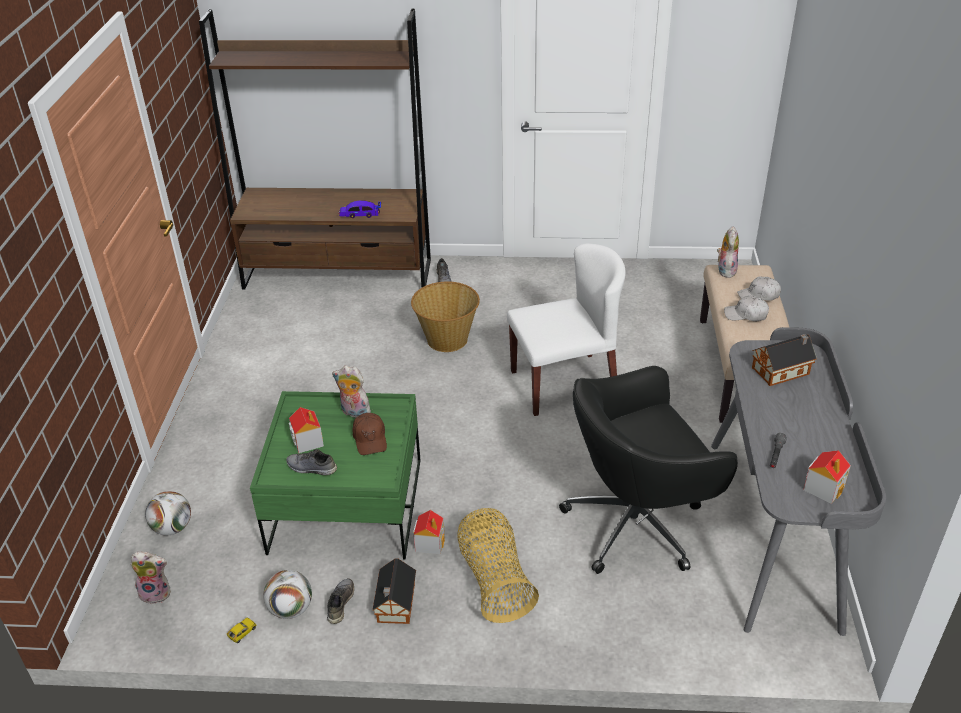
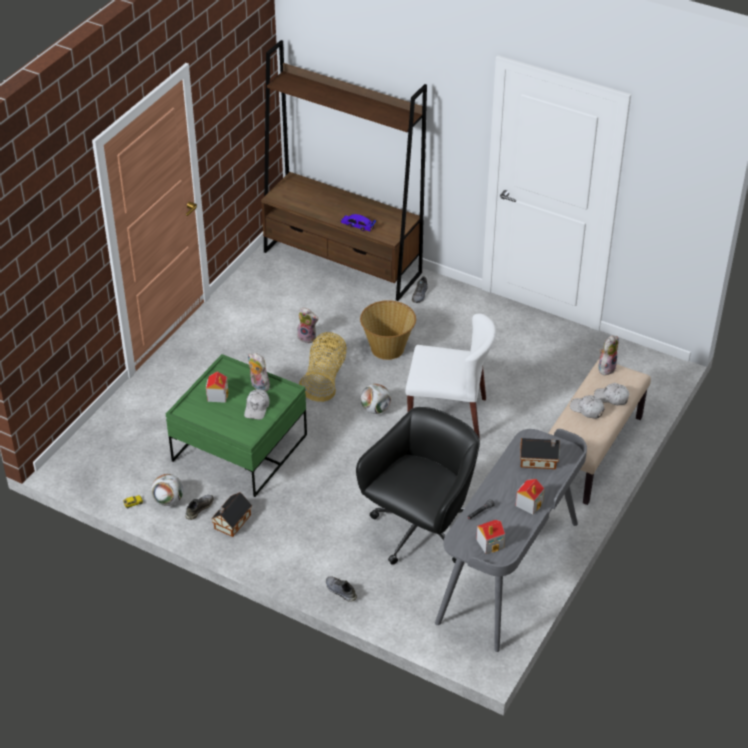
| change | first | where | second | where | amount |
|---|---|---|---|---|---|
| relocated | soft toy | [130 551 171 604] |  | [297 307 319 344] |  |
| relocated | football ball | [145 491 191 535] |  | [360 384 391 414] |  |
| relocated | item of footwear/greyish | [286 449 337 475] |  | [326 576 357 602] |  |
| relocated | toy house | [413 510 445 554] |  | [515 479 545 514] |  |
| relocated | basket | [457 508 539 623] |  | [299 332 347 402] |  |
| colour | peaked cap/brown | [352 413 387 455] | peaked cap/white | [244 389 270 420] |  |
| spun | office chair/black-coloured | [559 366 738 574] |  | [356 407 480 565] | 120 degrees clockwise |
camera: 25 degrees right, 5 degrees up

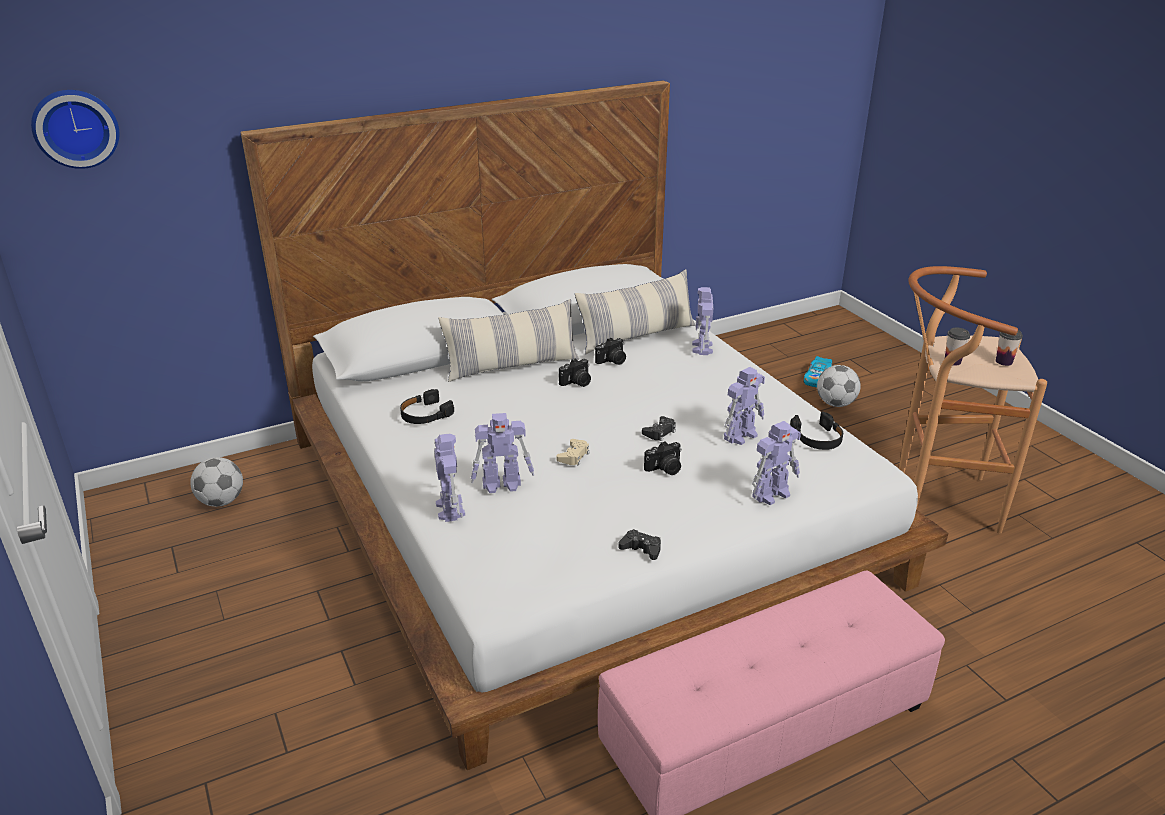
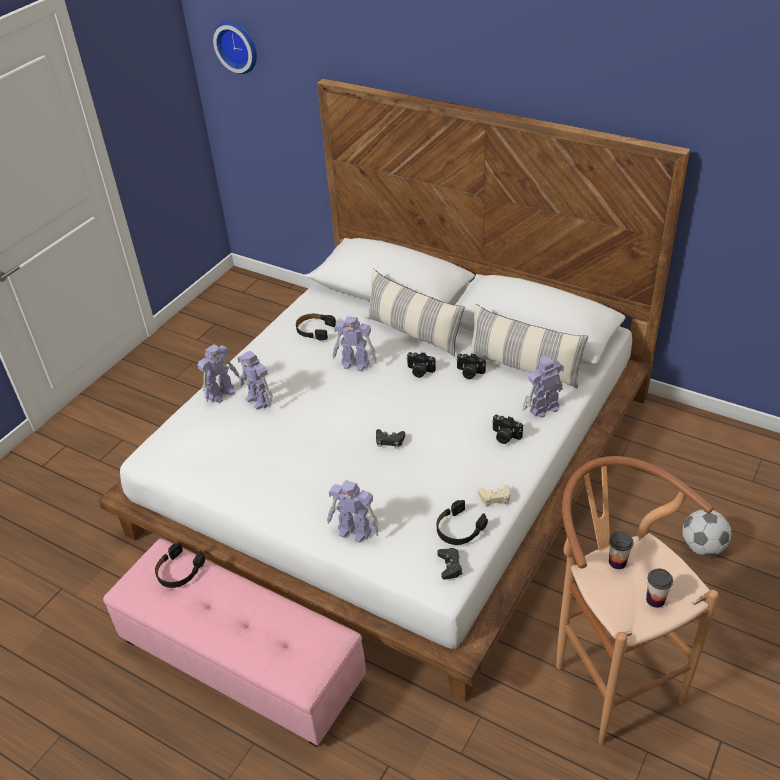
| change | first | where | second | where | amount |
|---|---|---|---|---|---|
| missing | football ball | [190 457 243 507] |  |  |  |
| missing | toy car | [803 356 832 387] |  |  |  |
| appeared |  |  | pair of headphones/black-coloured | [155 542 205 588] |  |
| relocated | gamepad/sand-coloured | [556 439 590 466] |  | [478 484 510 507] |  |
| relocated | gamepad/black-coloured | [619 529 661 560] |  | [438 548 463 580] |  |
| relocated | photo camera | [644 441 681 475] |  | [492 415 523 444] |  |
| relocated | robot figure | [724 367 765 445] |  | [332 316 377 371] |  |
camera: 60 degrees right, 10 degrees up

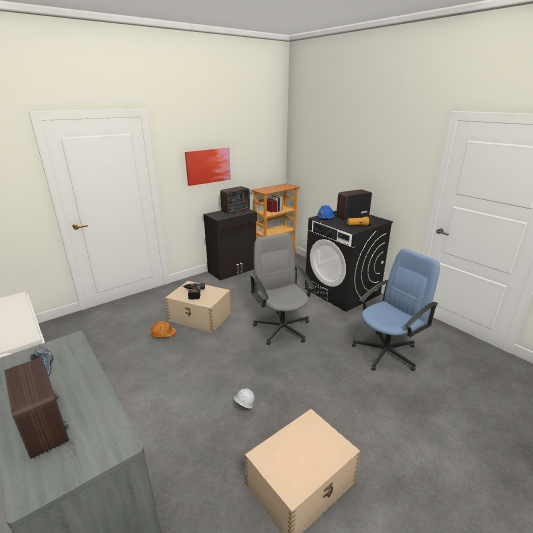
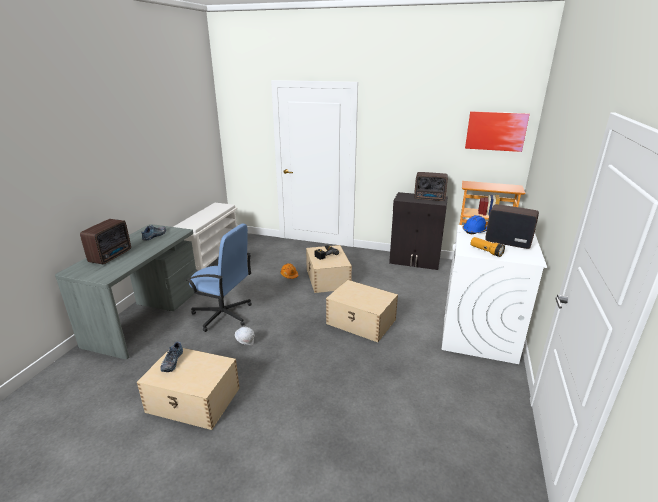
| change | first | where | second | where | amount |
|---|---|---|---|---|---|
| appeared |  |  | item of footwear | [160 342 183 372] |  |
| relocated | wall art | [185 148 231 186] |  | [465 111 530 152] |  |
| relocated | office chair/bluish | [352 249 440 371] |  | [186 224 252 332] |  |
| exchanged | office chair/greyish | [250 233 315 345] | storage bin/sand-coloured | [326 280 398 342] |  |
| colour | laundry machine/black-coloured | [305 211 393 312] | laundry machine/white | [442 225 547 364] |  |
camera: 55 degrees right, 0 degrees up

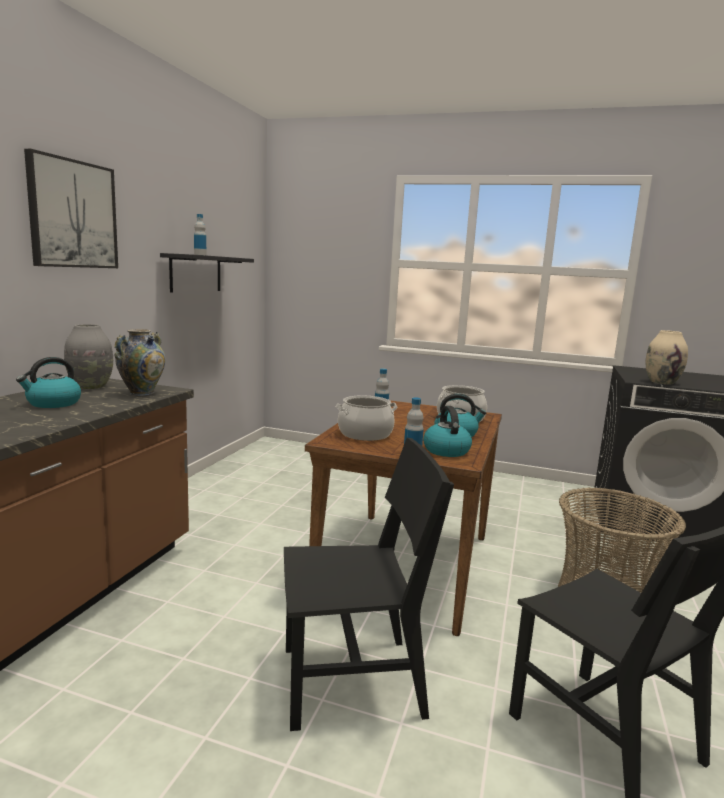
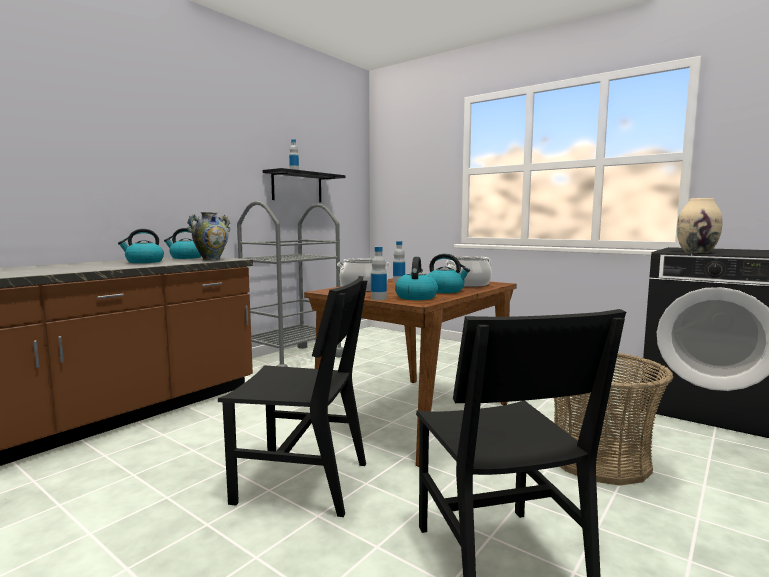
| change | first | where | second | where | amount |
|---|---|---|---|---|---|
| missing | wall art | [24 149 118 268] |  |  |  |
| appeared |  |  | wheeled cart/greyish | [237 201 344 367] |  |
| exchanged | decorative vase/greyish | [64 324 113 389] | water kettle | [164 228 201 259] |  |
camera: 20 degrees right, 5 degrees down

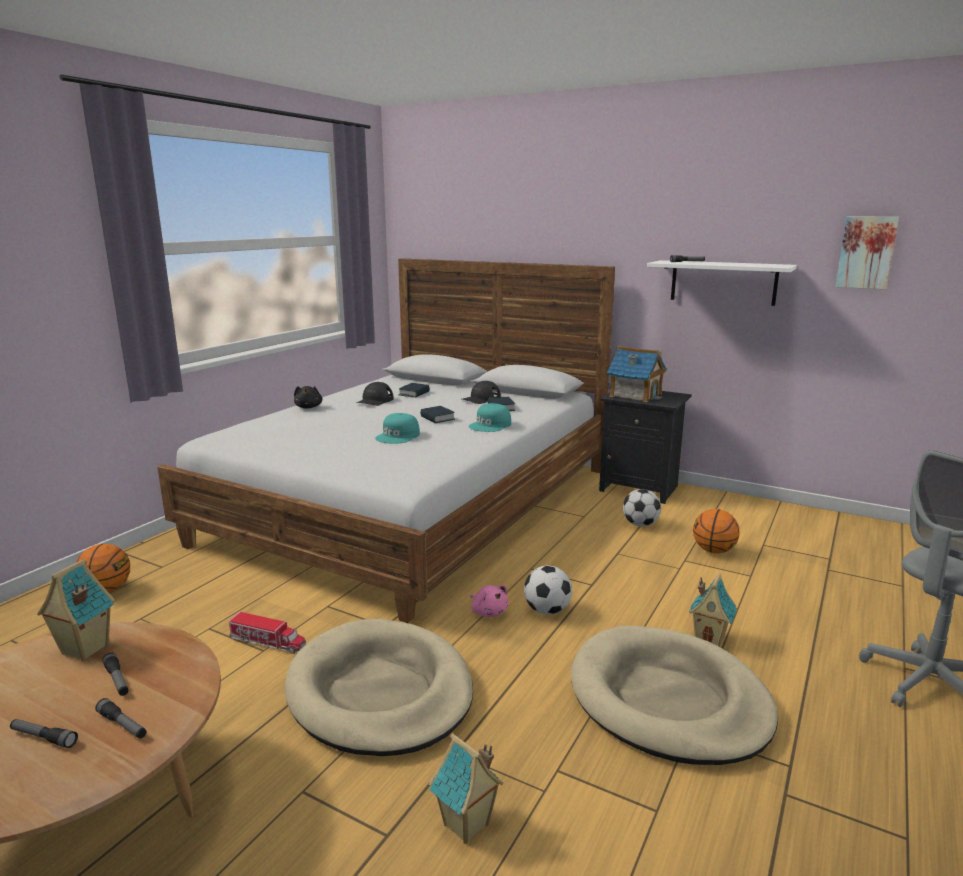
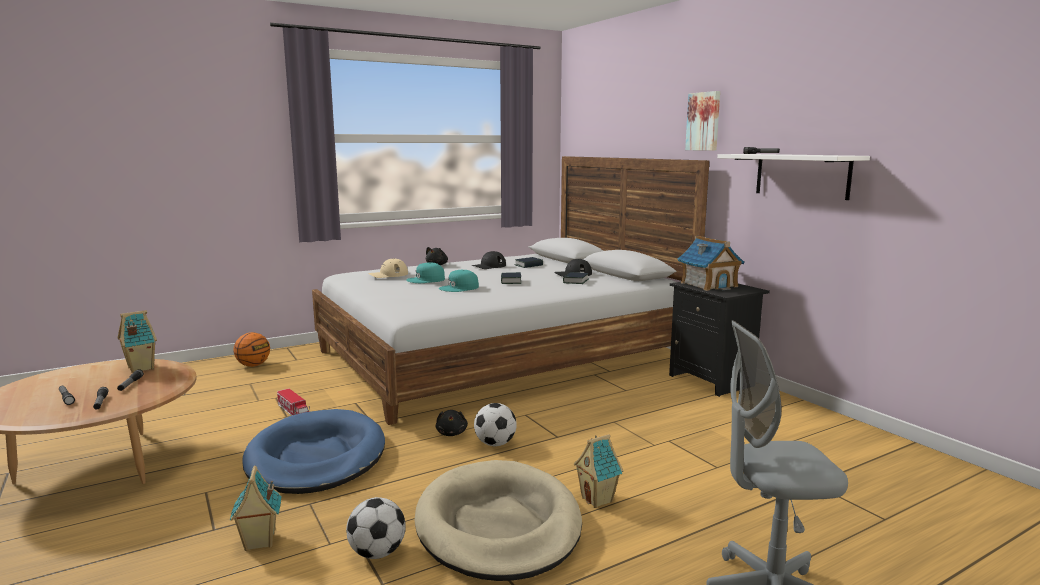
| change | first | where | second | where | amount |
|---|---|---|---|---|---|
| missing | basketball | [693 509 739 553] |  |  |  |
| appeared |  |  | peaked cap/sand-coloured | [368 258 408 278] |  |
| relocated | peaked cap/turquoise-coloured | [469 403 511 432] |  | [406 262 445 283] |  |
| relocated | football ball | [623 489 661 527] |  | [346 497 406 559] |  |
| relocated | wall art | [836 217 899 289] |  | [685 91 720 151] |  |
| colour | dog bed/sand-coloured | [285 619 473 756] | dog bed/bluish | [242 409 385 494] |  |
| colour | soft toy/pink-coloured | [470 585 509 617] | soft toy/black-coloured | [436 410 468 436] |  |
camera: 30 degrees right, 5 degrees down

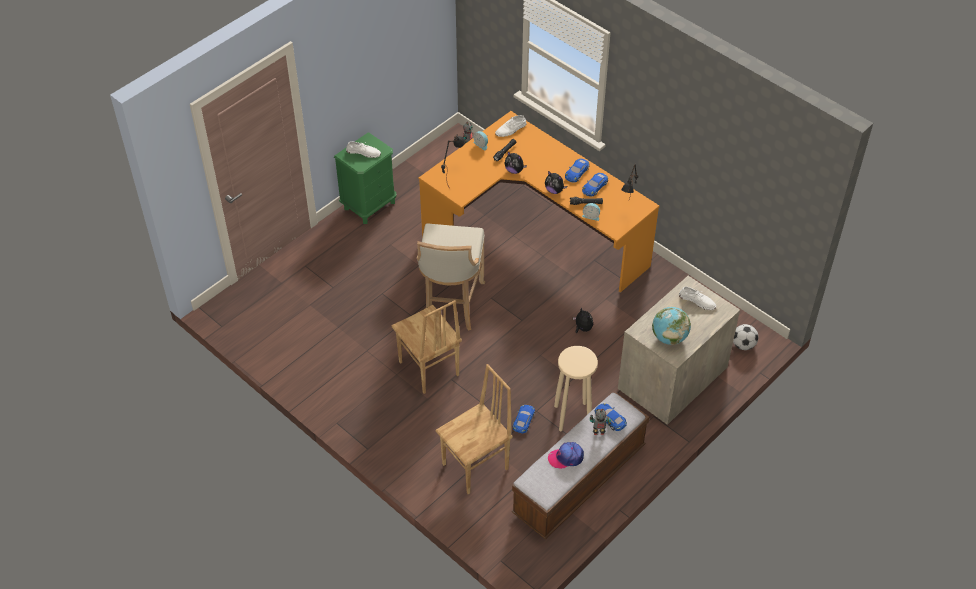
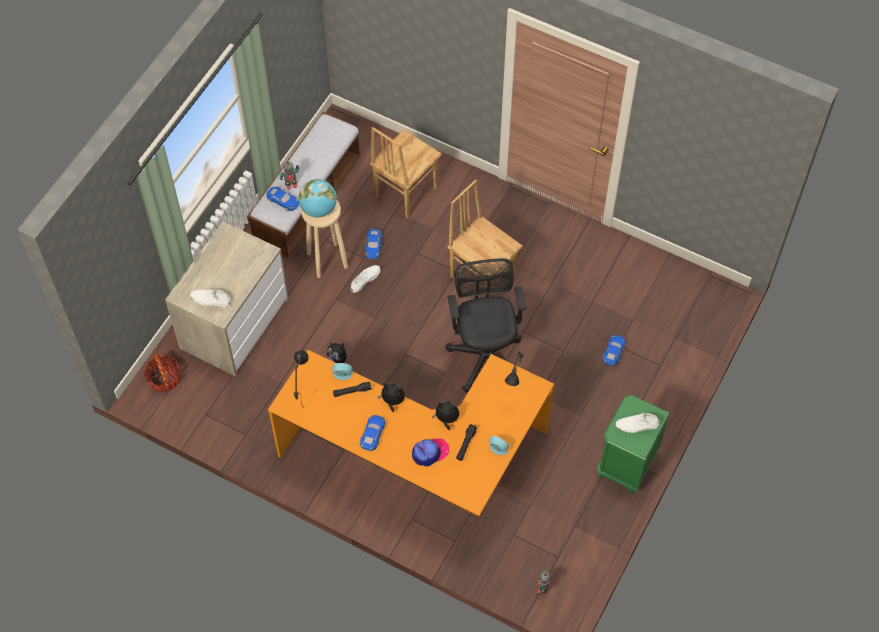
| change | first | where | second | where | amount |
|---|---|---|---|---|---|
| relocated | item of footwear/white | [495 115 527 137] |  | [351 265 381 293] |  |
| relocated | peaked cap | [548 442 584 469] |  | [412 438 449 466] |  |
| relocated | toy car/bluish | [582 173 608 197] |  | [602 335 626 366] |  |
| relocated | world globe | [652 307 691 345] |  | [298 179 337 217] |  |
| exchanged | stool seat/sand-coloured | [417 223 485 331] | office chair/black-coloured | [446 258 526 393] |  |
| exchanged | football ball | [733 324 759 350] | basket | [144 354 181 392] |  |
camera: 165 degrees right, 10 degrees up

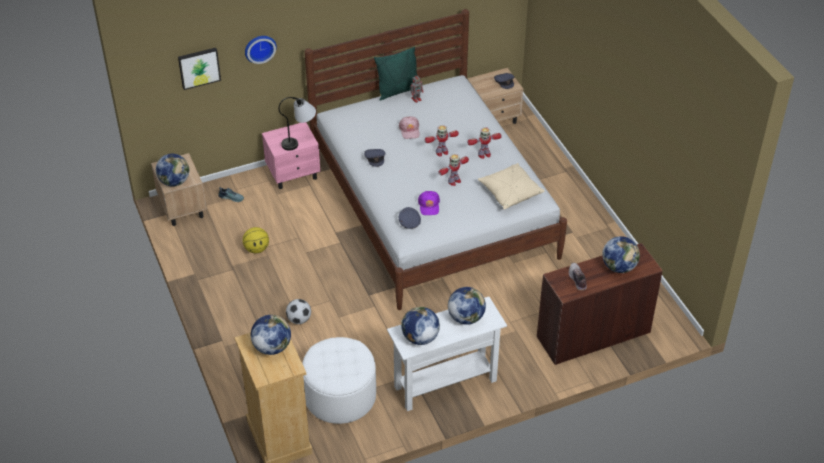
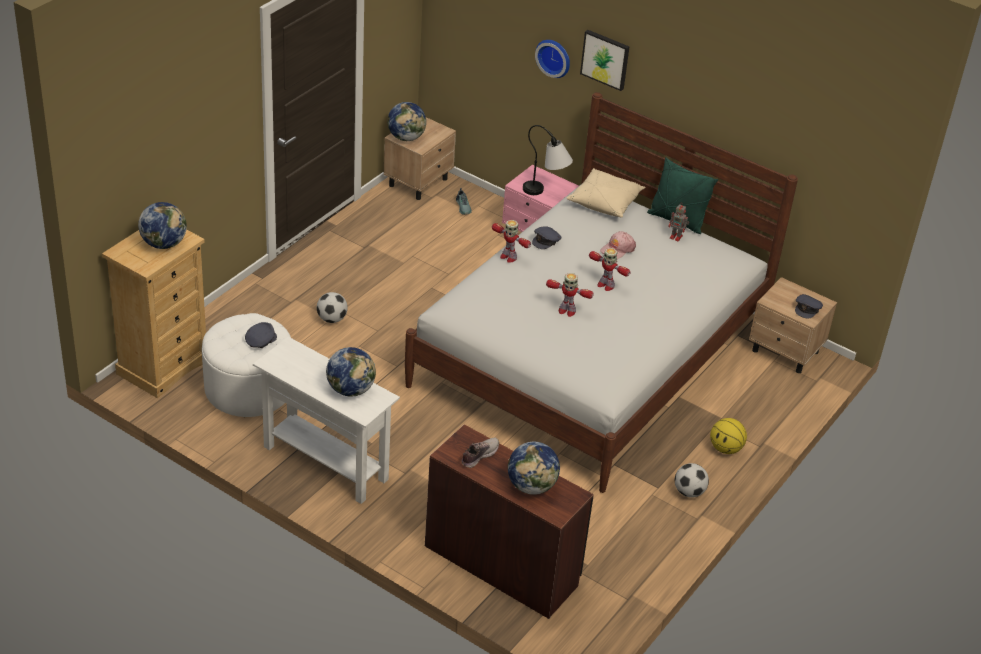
| change | first | where | second | where | amount |
|---|---|---|---|---|---|
| missing | world globe | [401 307 440 345] |  |  |  |
| missing | peaked cap/purple-coloured | [418 191 440 215] |  |  |  |
| appeared |  |  | football ball | [675 463 709 498] |  |
| relocated | wall art | [178 48 221 90] |  | [580 30 630 91] |  |
| relocated | basketball | [242 227 269 253] |  | [710 418 747 454] |  |
| relocated | peaked cap/greyish | [399 207 421 229] |  | [245 322 277 348] |  |
| relocated | robot figure | [467 127 502 159] |  | [492 220 531 263] |  |
| relocated | throw pillow/sand-coloured | [478 163 545 210] |  | [566 168 646 218] |  |
camera: 55 degrees right, 5 degrees down

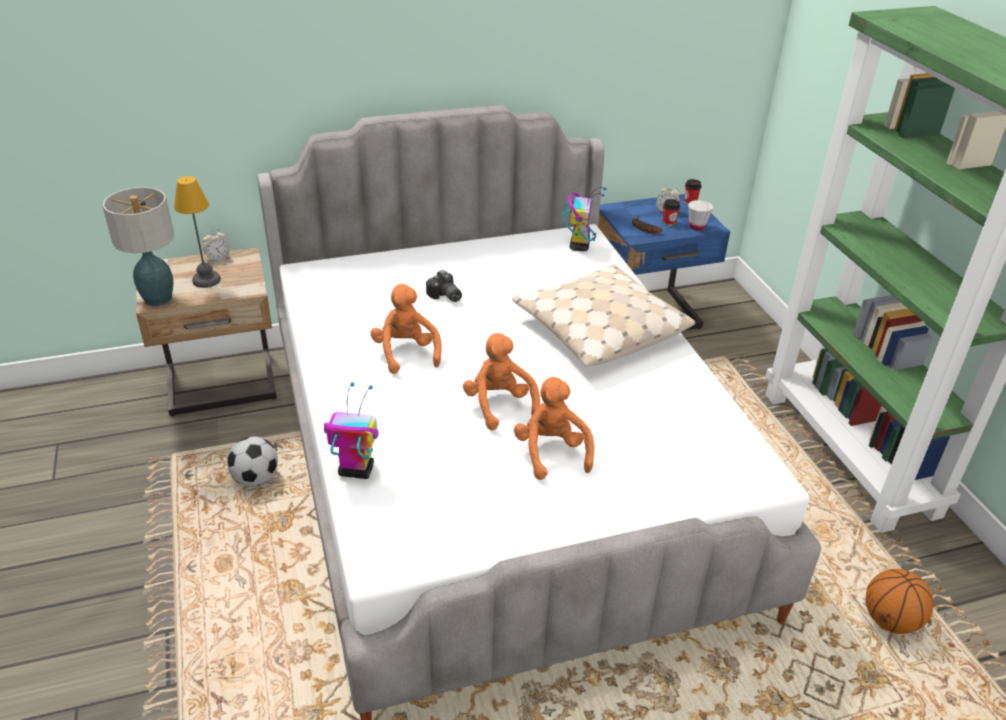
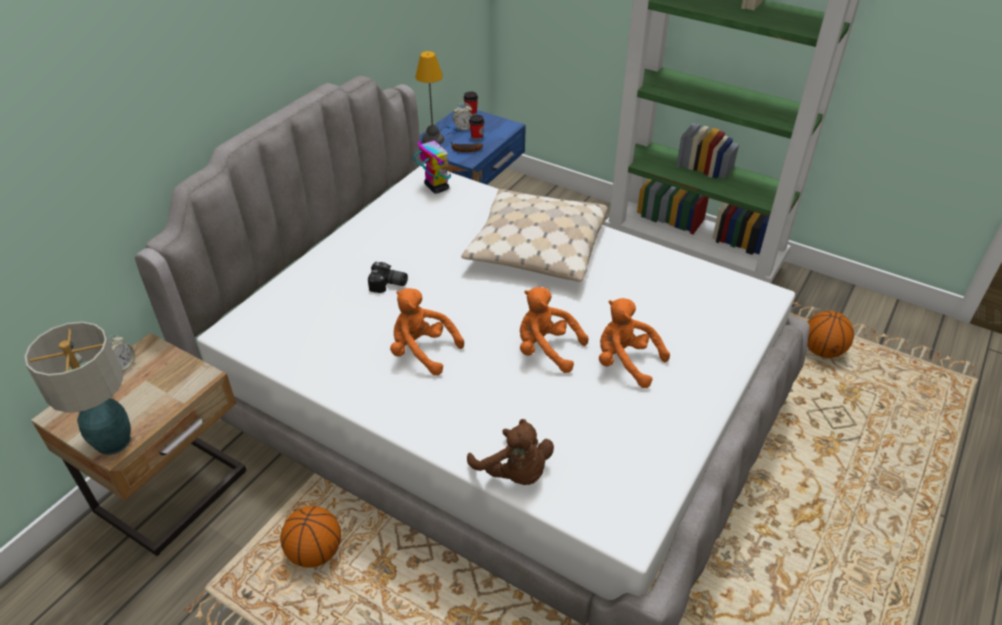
| change | first | where | second | where | amount |
|---|---|---|---|---|---|
| missing | drinking cup/white | [688 200 713 230] |  |  |  |
| relocated | tabletop lamp | [174 176 221 288] |  | [415 51 444 145] |  |
| exchanged | football ball | [227 436 278 487] | basketball | [280 506 341 568] |  |
| exchanged | robot figure | [324 382 378 479] | soft toy/brown | [467 419 554 485] |  |
camera: 40 degrees left, 5 degrees up

